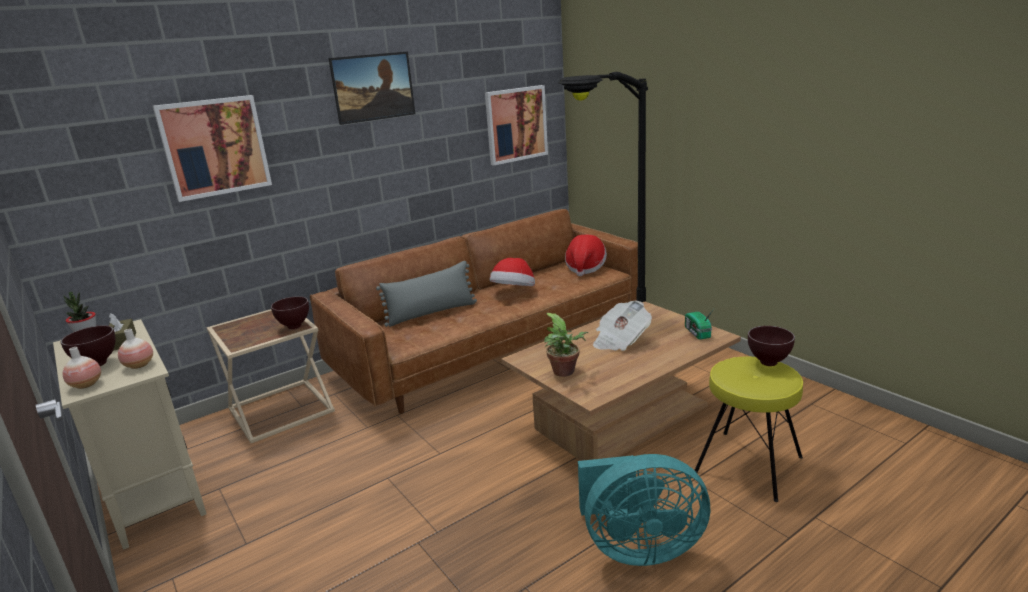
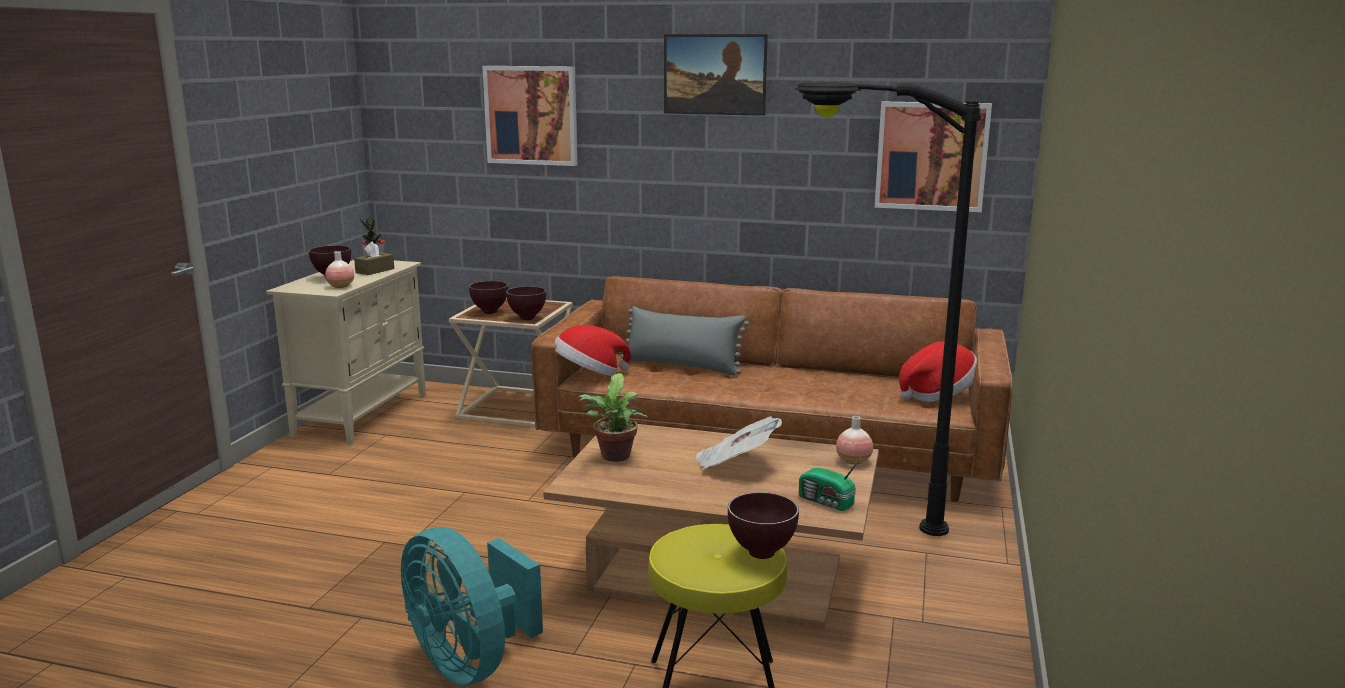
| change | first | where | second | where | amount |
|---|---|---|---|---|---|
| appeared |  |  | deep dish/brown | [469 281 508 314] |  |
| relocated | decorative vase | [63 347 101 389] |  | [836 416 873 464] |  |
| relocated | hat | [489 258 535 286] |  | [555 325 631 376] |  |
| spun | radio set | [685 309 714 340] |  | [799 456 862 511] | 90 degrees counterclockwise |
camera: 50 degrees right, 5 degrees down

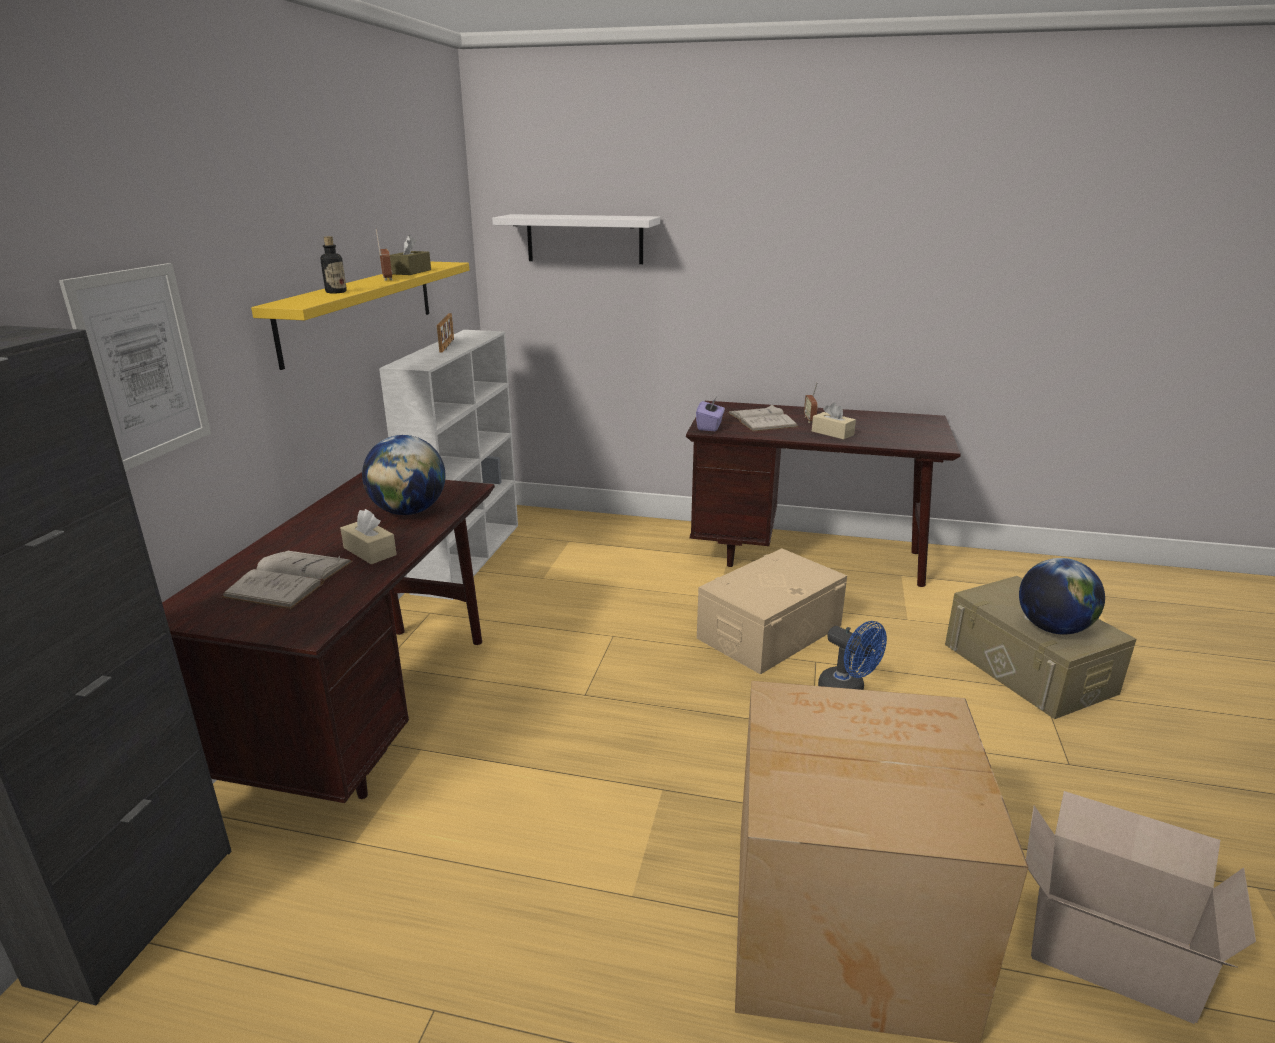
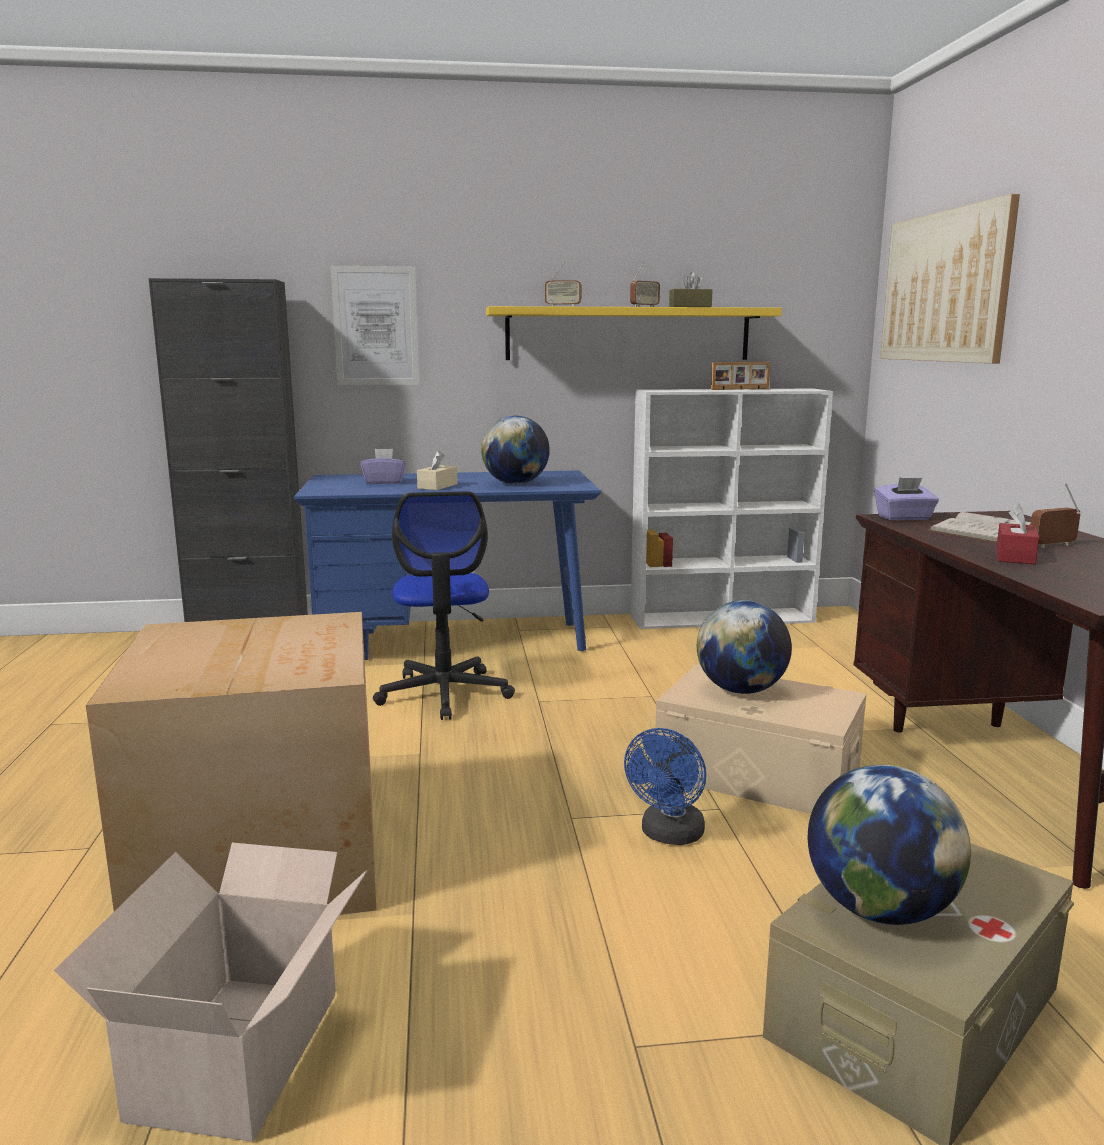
| change | first | where | second | where | amount |
|---|---|---|---|---|---|
| appeared |  |  | office chair | [373 491 515 720] |  |
| appeared |  |  | world globe | [697 600 792 694] |  |
| exchanged | volume/white | [222 551 353 609] | tissue box/purple-coloured | [360 449 406 484] |  |
| exchanged | beverage bottle | [320 236 347 293] | radio set | [545 262 581 307] |  |
| exchanged | shelf/white | [492 214 660 264] | wall art | [880 194 1020 363] |  |
| colour | desk unit/brown | [162 472 495 803] | desk unit/bluish | [294 470 601 660] |  |
| colour | tissue box/sand-coloured | [812 402 856 440] | tissue box/red-coloured | [996 503 1039 564] |  |
camera: 70 degrees right, 10 degrees down

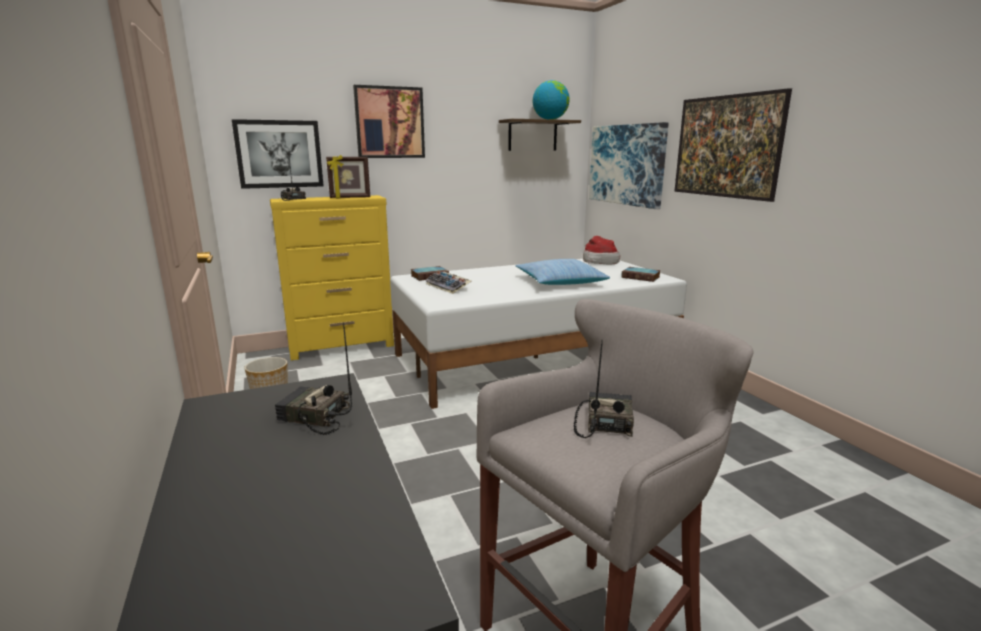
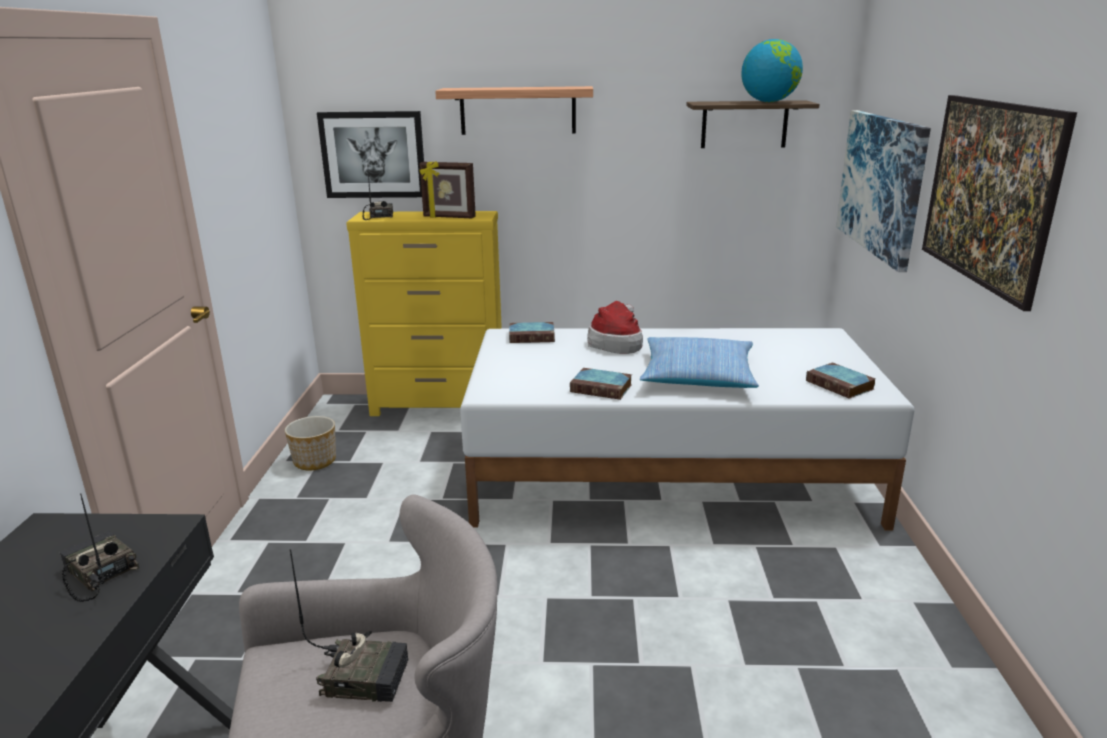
| change | first | where | second | where | amount |
|---|---|---|---|---|---|
| missing | computer keyboard | [425 271 471 294] |  |  |  |
| appeared |  |  | volume | [570 368 632 400] |  |
| relocated | hat | [583 236 620 264] |  | [587 301 643 354] |  |
| exchanged | wall art | [353 85 425 158] | shelf | [435 86 593 135] |  |
| spun | radio set | [574 343 634 438] |  | [290 549 408 702] | 60 degrees clockwise |
camera: 25 degrees right, 5 degrees up

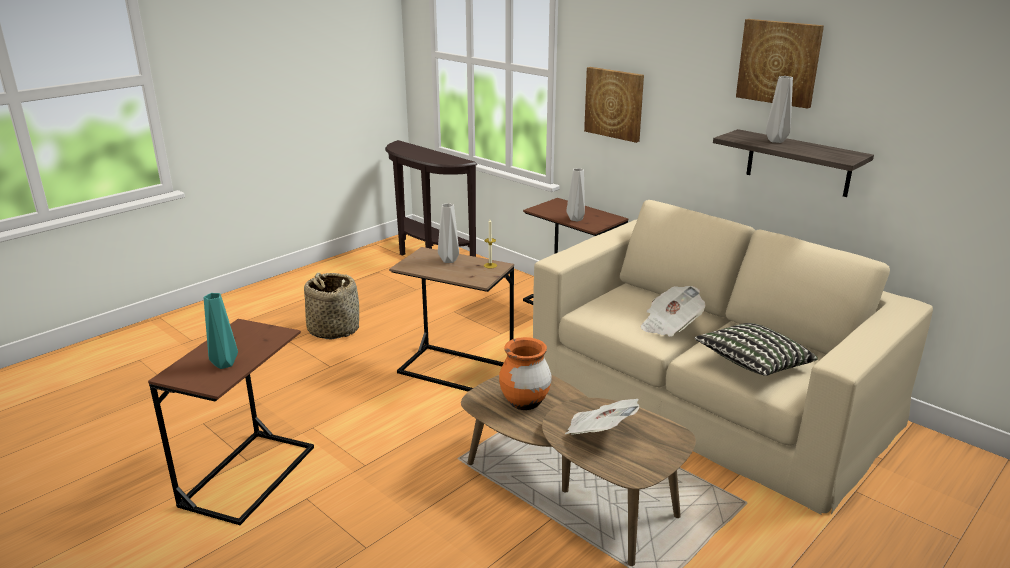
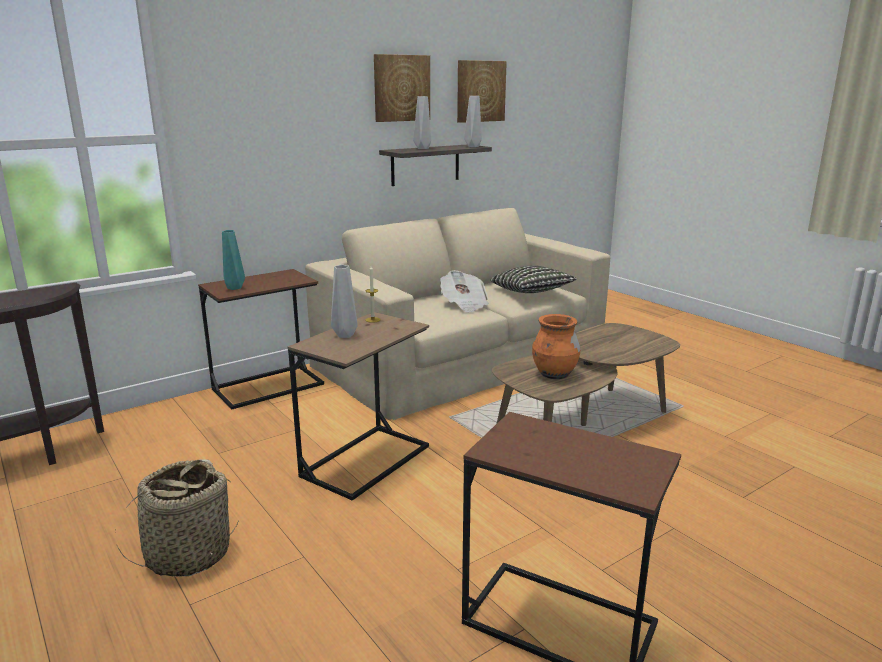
| change | first | where | second | where | amount |
|---|---|---|---|---|---|
| missing | daily paper | [565 399 640 435] |  |  |  |
| relocated | decorative vase/turquoise-coloured | [204 293 238 369] |  | [222 230 245 290] |  |
| relocated | decorative vase/greyish | [566 168 585 222] |  | [464 96 482 147] |  |
| relocated | wall art | [584 67 644 143] |  | [457 60 507 123] |  |
camera: 80 degrees left, 5 degrees down

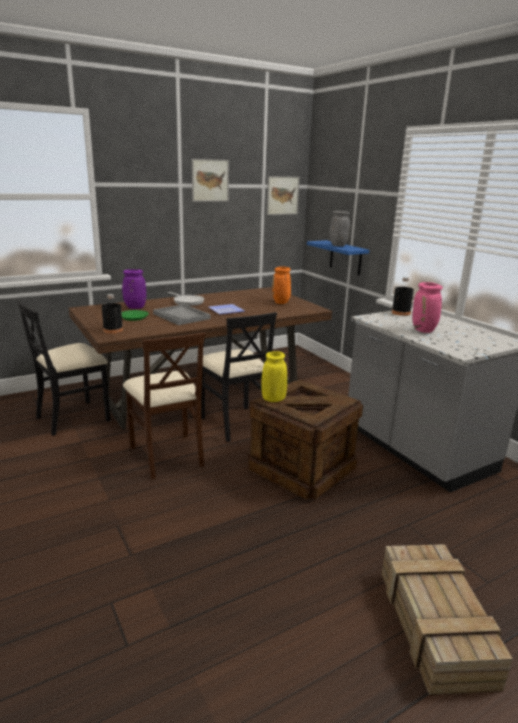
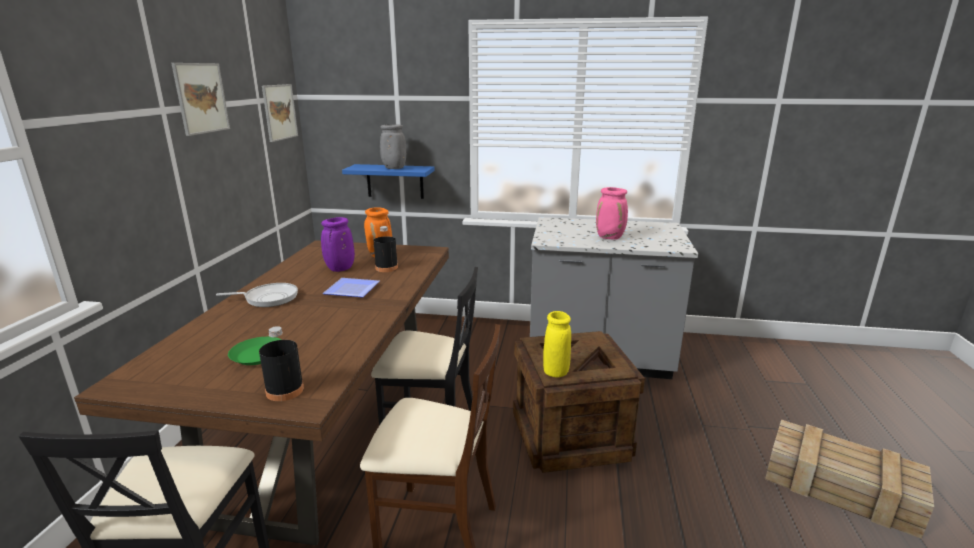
| change | first | where | second | where | amount |
|---|---|---|---|---|---|
| missing | carrying tray/greyish | [153 304 211 325] |  |  |  |
| relocated | decorative vase/purple-coloured | [122 269 146 309] |  | [321 217 355 272] |  |
| relocated | beverage bottle/black-coloured | [392 277 414 316] |  | [374 226 398 272] |  |
camera: 50 degrees left, 0 degrees up

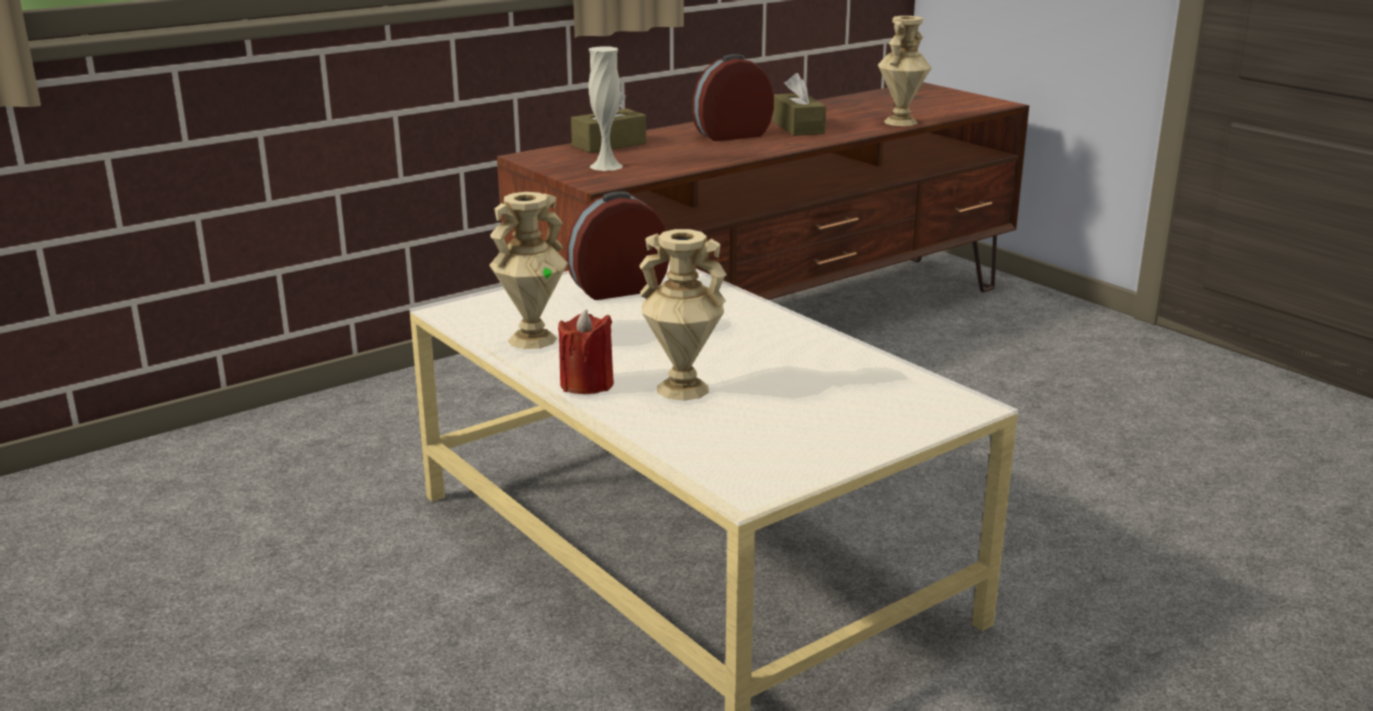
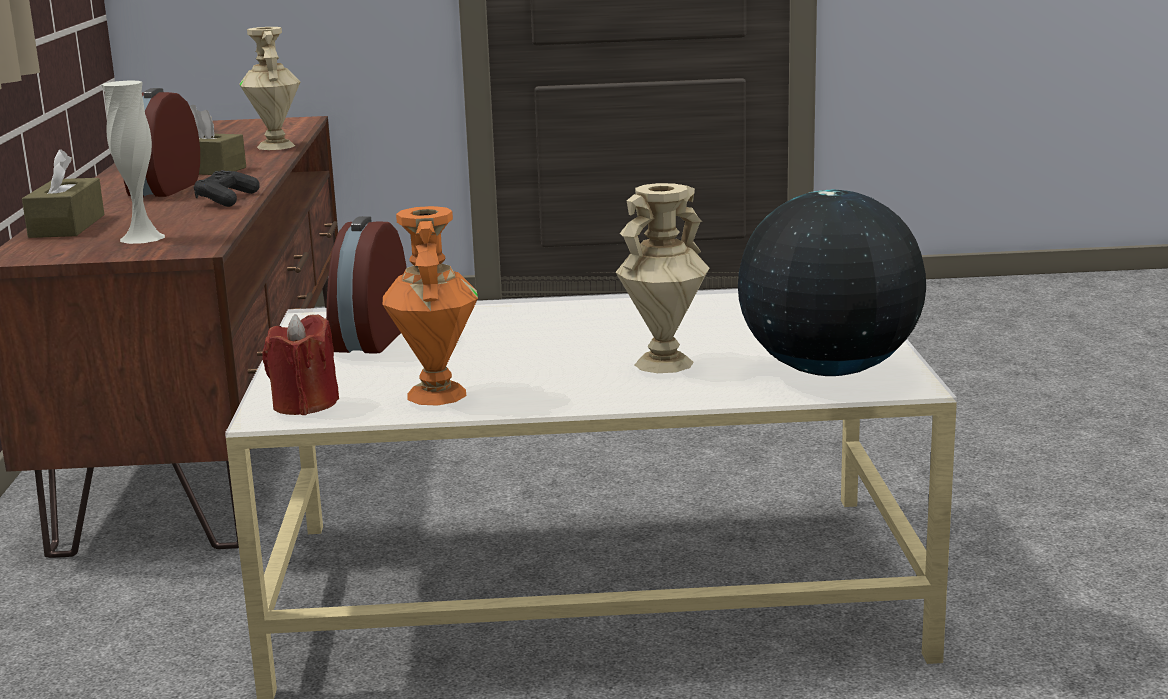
| change | first | where | second | where | amount |
|---|---|---|---|---|---|
| appeared |  |  | gamepad/black-coloured | [194 170 260 207] |  |
| appeared |  |  | world globe | [738 190 926 376] |  |
| relocated | candle/red-coloured | [558 309 614 394] |  | [263 314 339 415] |  |
| colour | decorative vase/sand-coloured | [489 192 568 349] | decorative vase/orangey | [383 206 478 406] |  |
camera: 55 degrees left, 5 degrees down

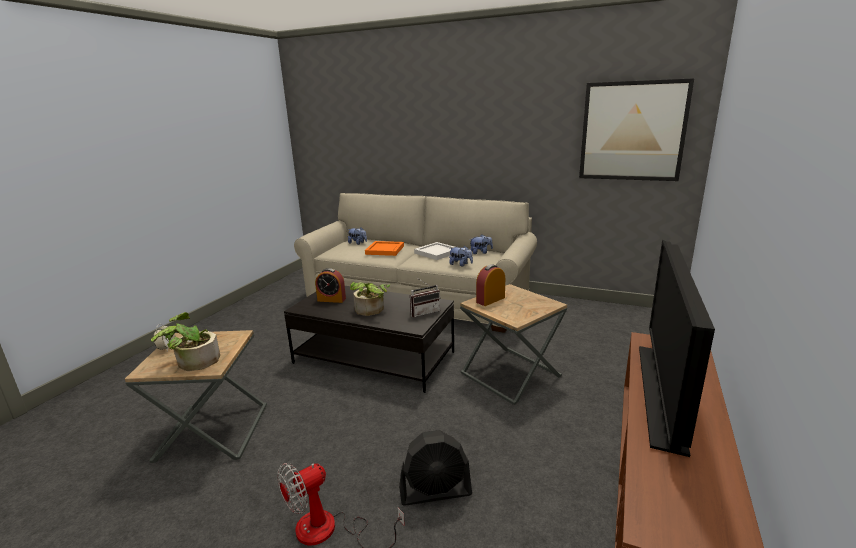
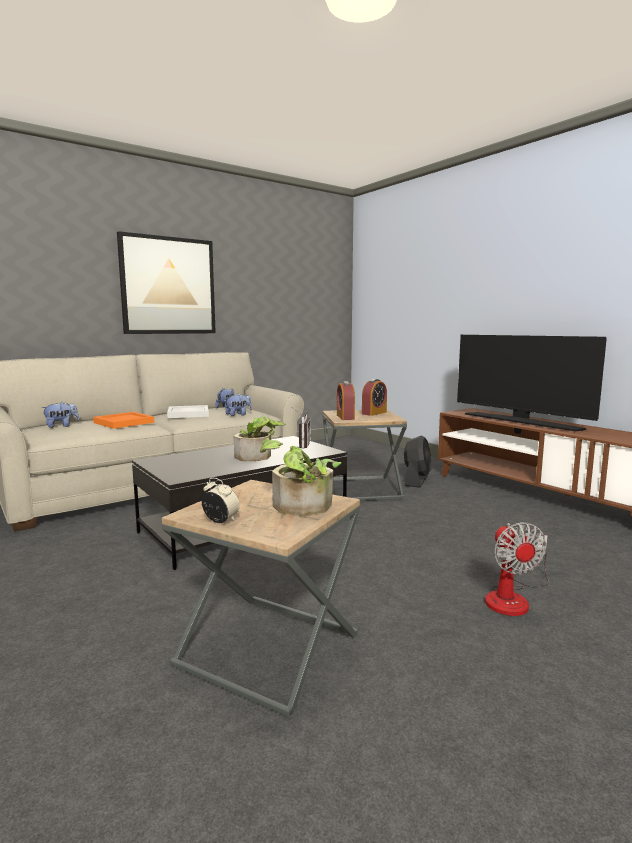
| change | first | where | second | where | amount |
|---|---|---|---|---|---|
| relocated | bedside clock | [315 268 346 303] |  | [362 379 387 416] |  |
| relocated | cooling fan/black-coloured | [399 430 472 506] |  | [404 436 431 488] |  |
| relocated | wall art | [579 78 694 181] |  | [117 231 216 334] |  |
camera: 60 degrees left, 10 degrees down

